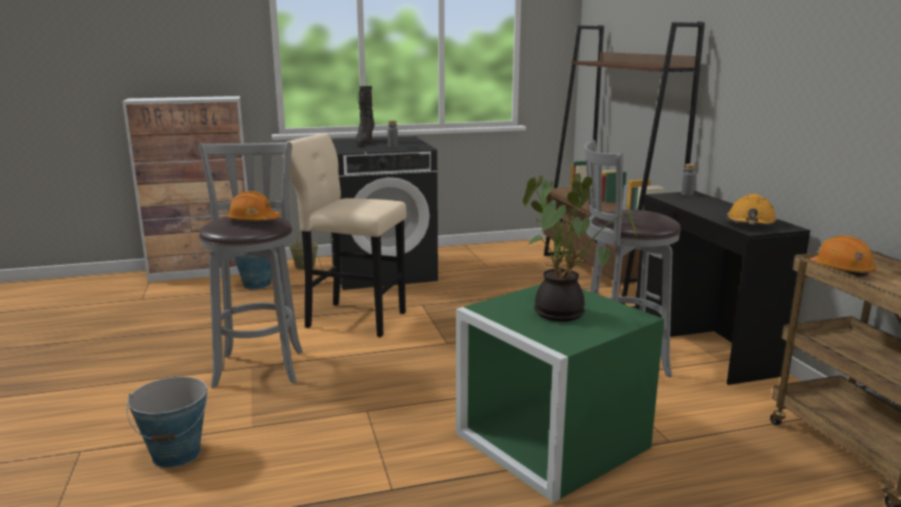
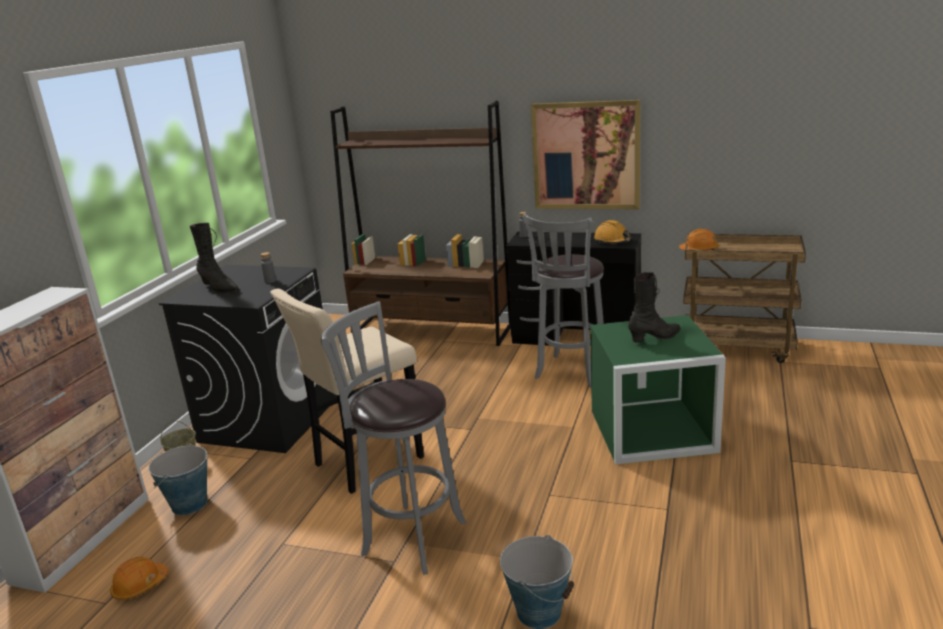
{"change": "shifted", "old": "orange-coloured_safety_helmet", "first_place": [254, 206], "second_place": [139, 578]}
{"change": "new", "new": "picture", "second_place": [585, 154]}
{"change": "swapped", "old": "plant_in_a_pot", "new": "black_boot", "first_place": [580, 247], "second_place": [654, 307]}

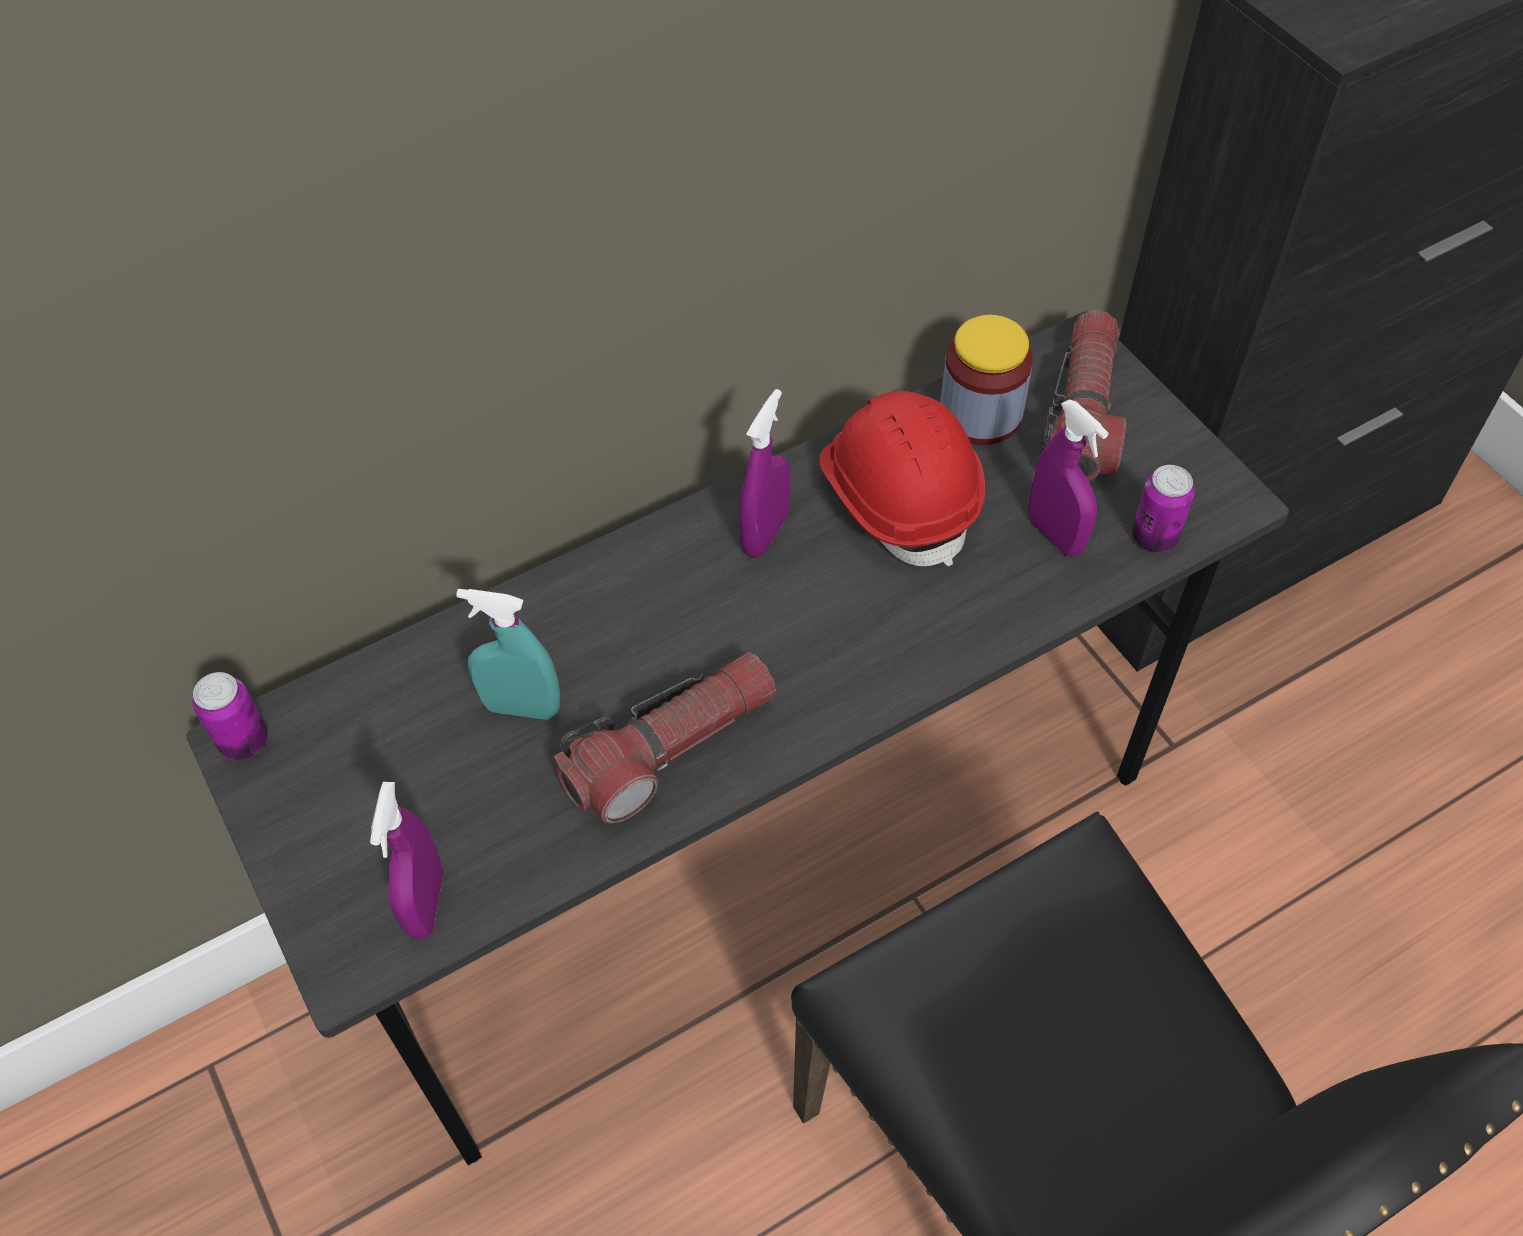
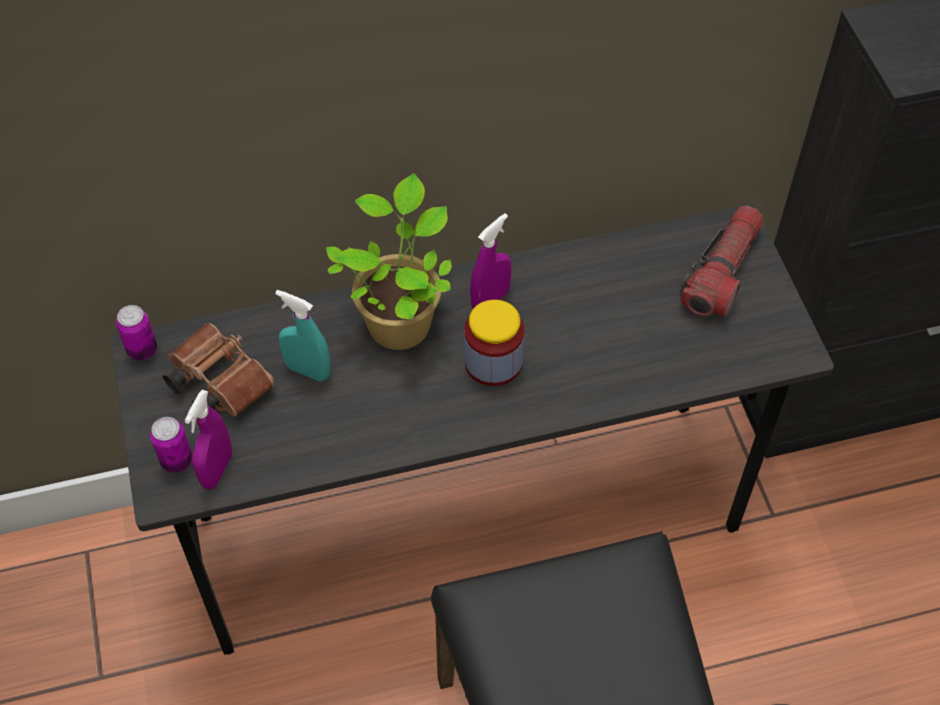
{"change": "shifted", "old": "can", "first_place": [1163, 508], "second_place": [171, 445]}
{"change": "new", "new": "brown-coloured_binoculars", "second_place": [219, 370]}
{"change": "new", "new": "plant_in_a_pot", "second_place": [388, 261]}
{"change": "shifted", "old": "storage_jar", "first_place": [986, 380], "second_place": [494, 343]}
{"change": "gone", "old": "hand_torch", "first_place": [665, 738]}
{"change": "gone", "old": "red_safety_helmet", "first_place": [902, 478]}
{"change": "gone", "old": "purplish_spray_bottle", "first_place": [1068, 477]}

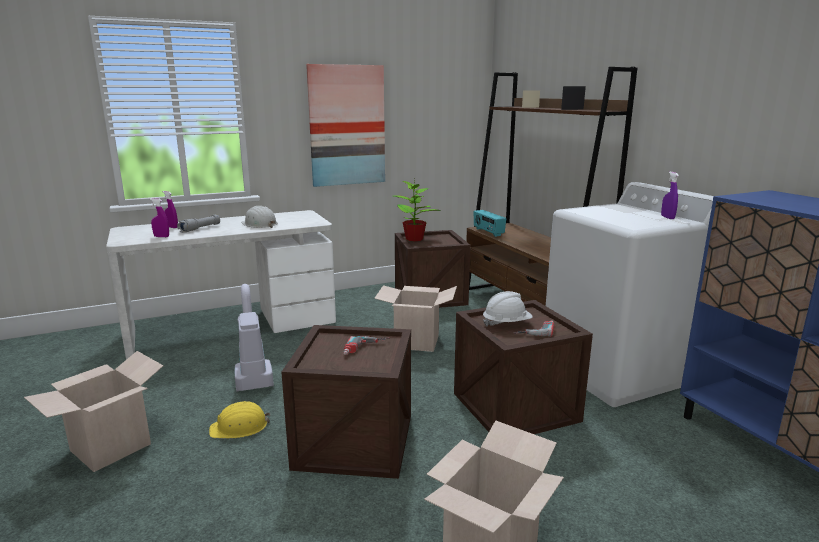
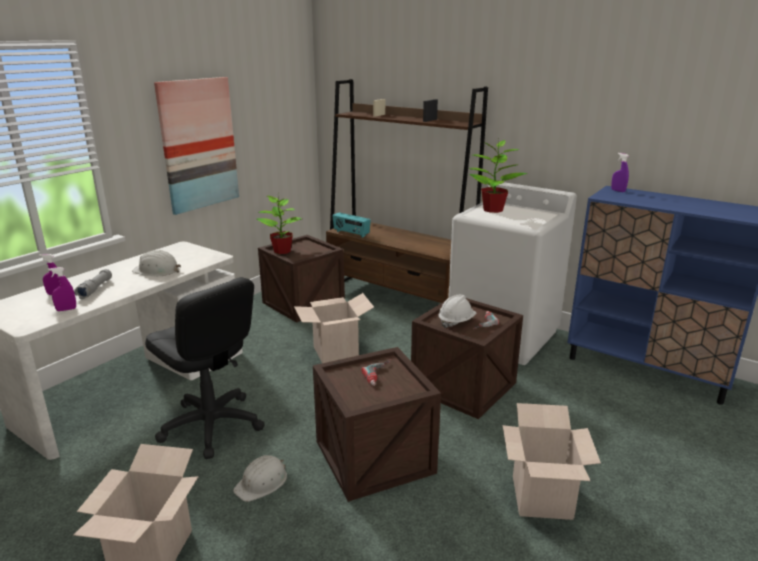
{"change": "swapped", "old": "vacuum_cleaner", "new": "black_desk_chair", "first_place": [254, 338], "second_place": [205, 368]}
{"change": "repainted", "old": "yellowish_safety_helmet", "new": "white-coloured_safety_helmet", "first_place": [239, 420], "second_place": [260, 478]}
{"change": "new", "new": "plant_in_a_pot", "second_place": [498, 175]}
{"change": "shifted", "old": "purplish_spray_bottle", "first_place": [670, 195], "second_place": [620, 172]}

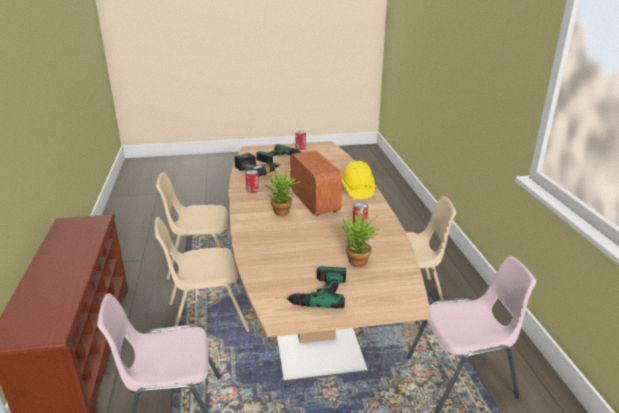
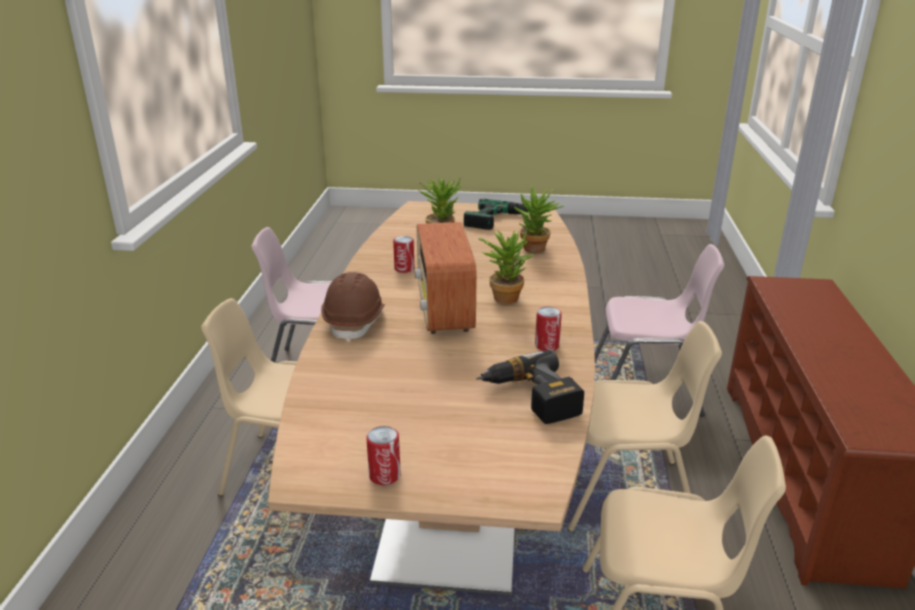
{"change": "repainted", "old": "yellowish_safety_helmet", "new": "brown-coloured_safety_helmet", "first_place": [358, 180], "second_place": [353, 307]}
{"change": "new", "new": "plant_in_a_pot", "second_place": [539, 219]}
{"change": "gone", "old": "drill", "first_place": [278, 154]}

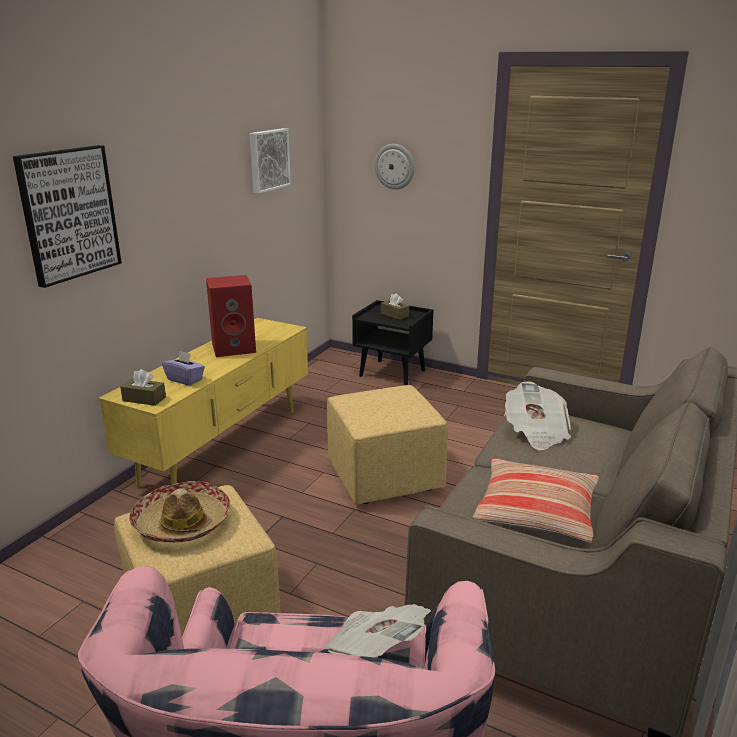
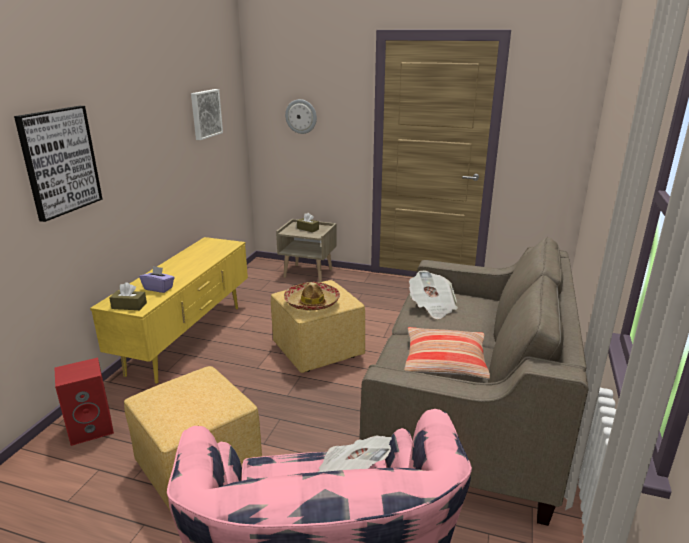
{"change": "shifted", "old": "red_audio_speaker", "first_place": [231, 316], "second_place": [84, 402]}
{"change": "repainted", "old": "black_bedside_table", "new": "beige-coloured_bedside_table", "first_place": [392, 342], "second_place": [306, 250]}
{"change": "shifted", "old": "wearable_hat", "first_place": [179, 511], "second_place": [312, 296]}

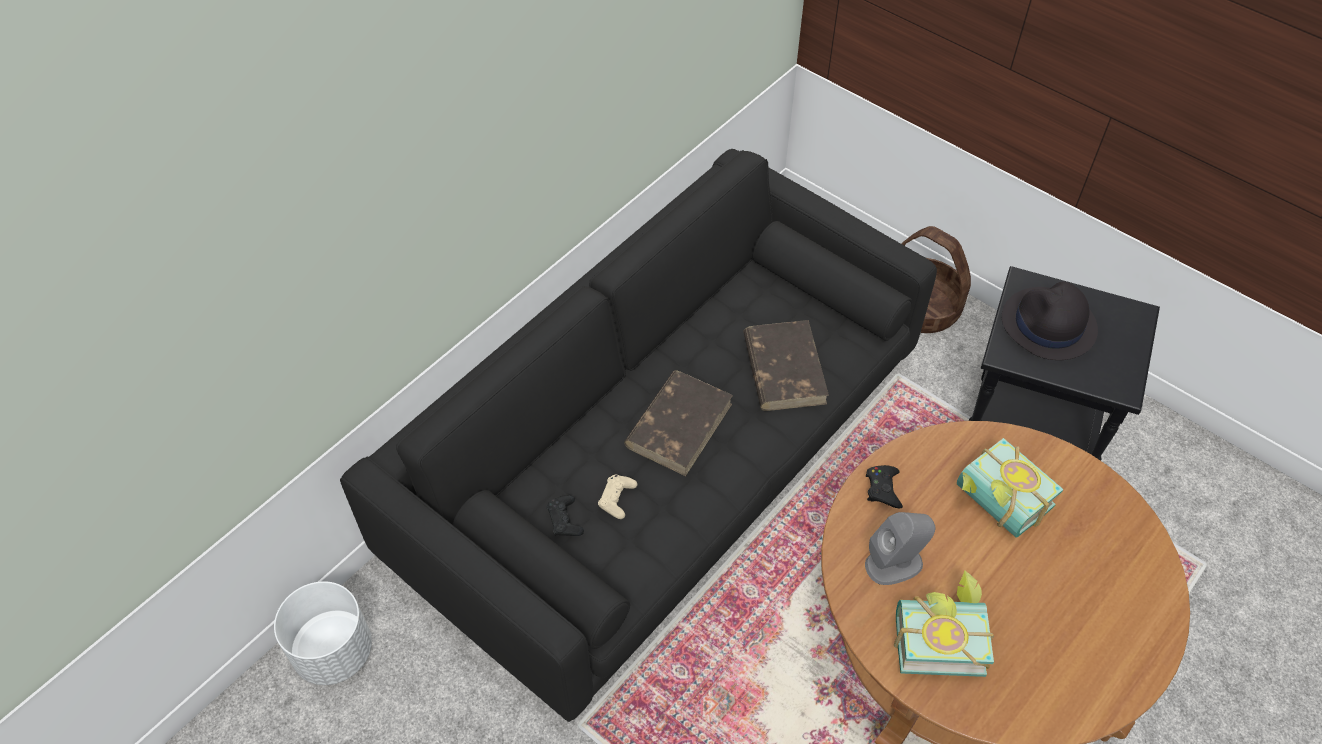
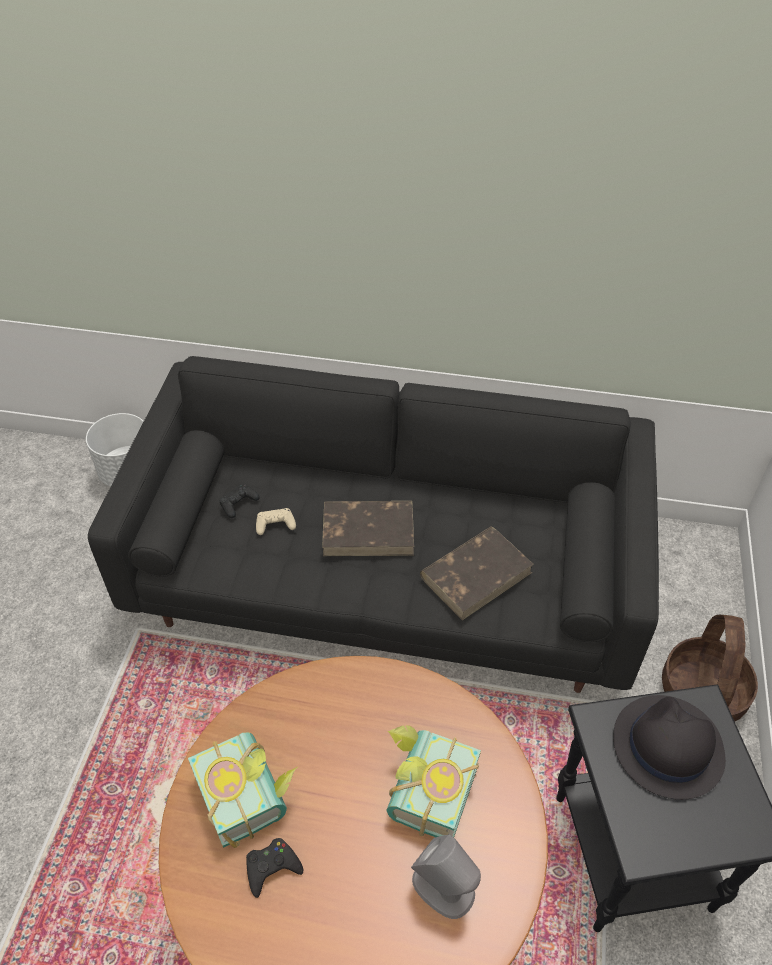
{"change": "shifted", "old": "black_game_controller", "first_place": [884, 487], "second_place": [274, 868]}
{"change": "shifted", "old": "greyish_audio_speaker", "first_place": [900, 548], "second_place": [446, 876]}

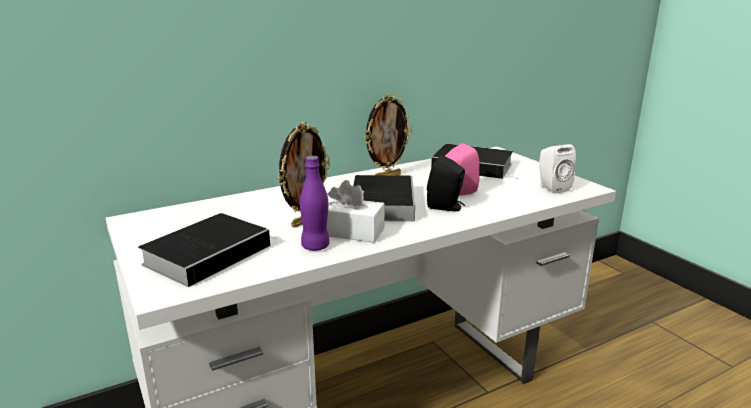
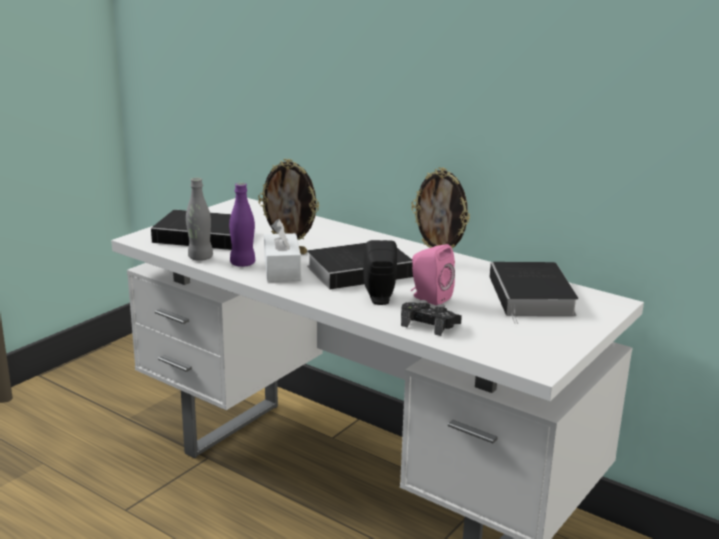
{"change": "new", "new": "greyish_beverage_bottle", "second_place": [199, 219]}
{"change": "new", "new": "black_game_controller", "second_place": [431, 318]}
{"change": "gone", "old": "white-coloured_audio_speaker", "first_place": [557, 169]}

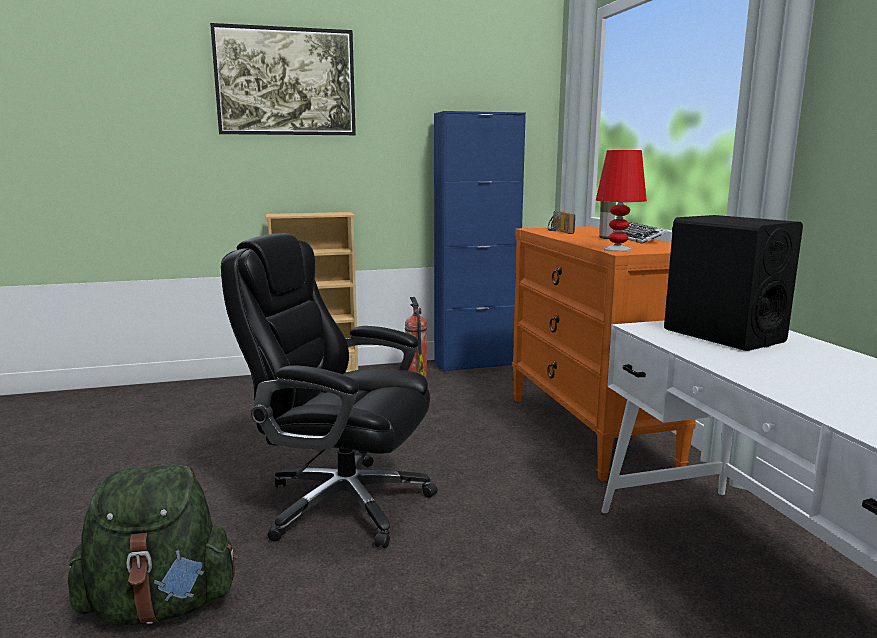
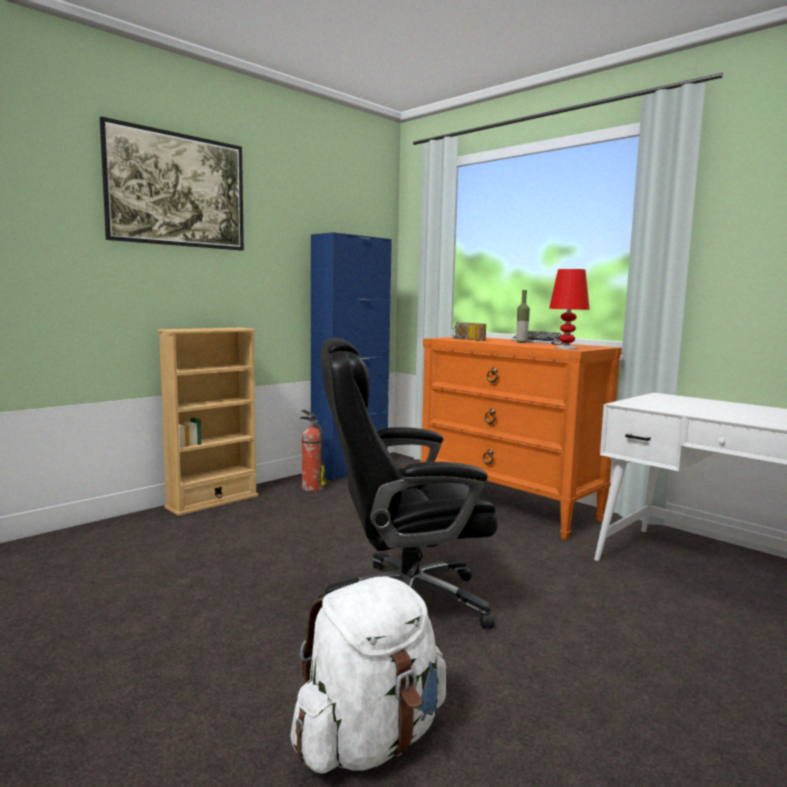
{"change": "repainted", "old": "green-coloured_backpack", "new": "white-coloured_backpack", "first_place": [153, 545], "second_place": [368, 675]}
{"change": "gone", "old": "black_audio_speaker", "first_place": [733, 283]}

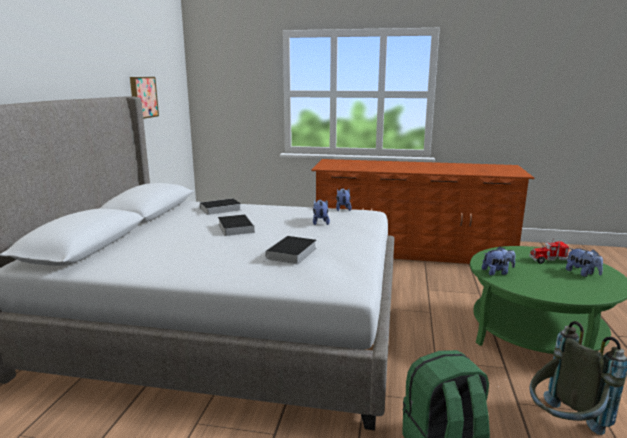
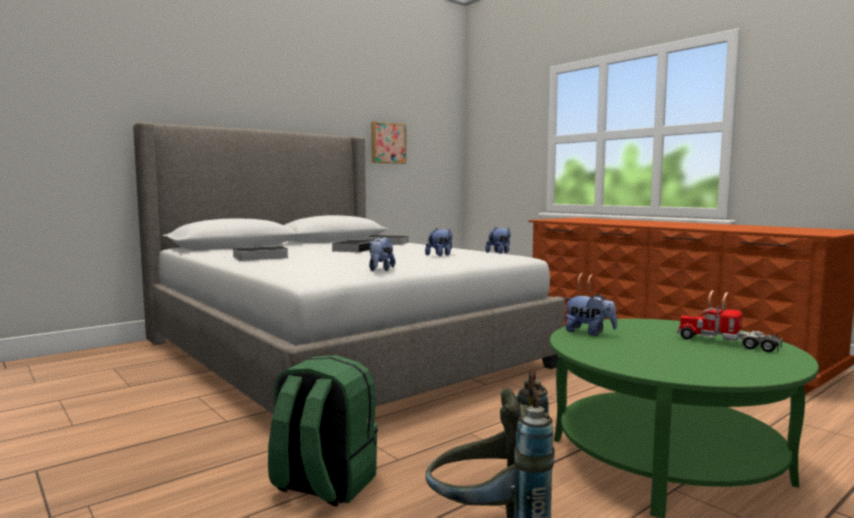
{"change": "shifted", "old": "volume", "first_place": [290, 250], "second_place": [256, 253]}
{"change": "shifted", "old": "plush_toy", "first_place": [584, 262], "second_place": [382, 254]}

